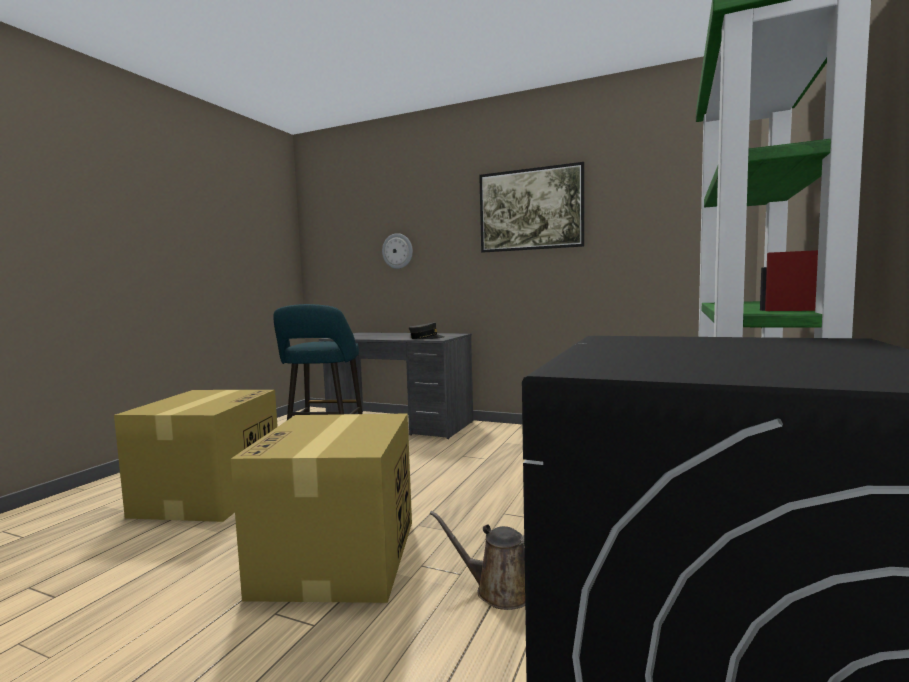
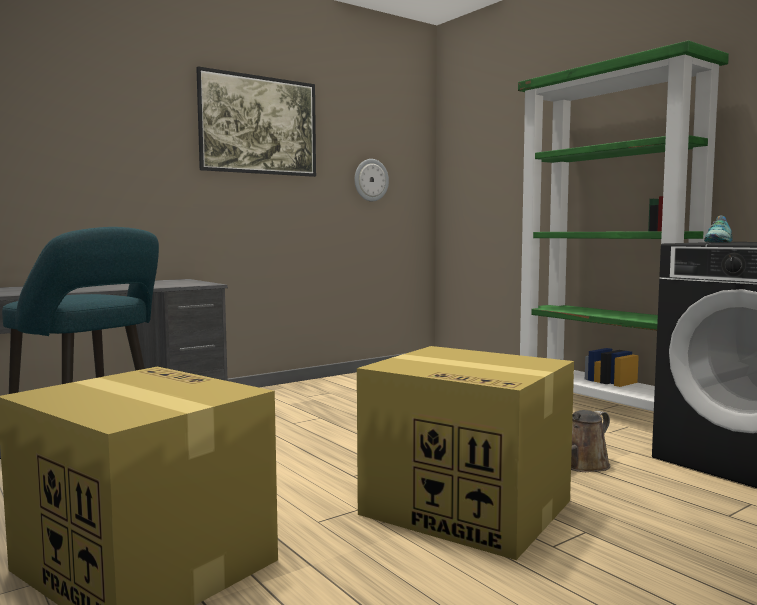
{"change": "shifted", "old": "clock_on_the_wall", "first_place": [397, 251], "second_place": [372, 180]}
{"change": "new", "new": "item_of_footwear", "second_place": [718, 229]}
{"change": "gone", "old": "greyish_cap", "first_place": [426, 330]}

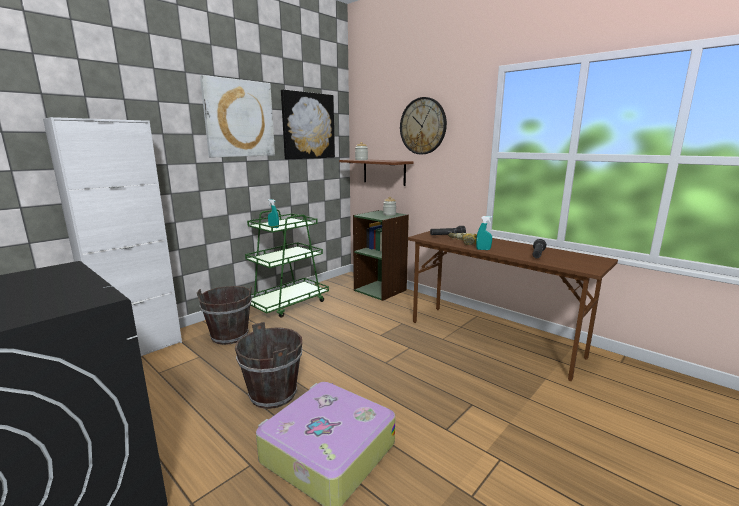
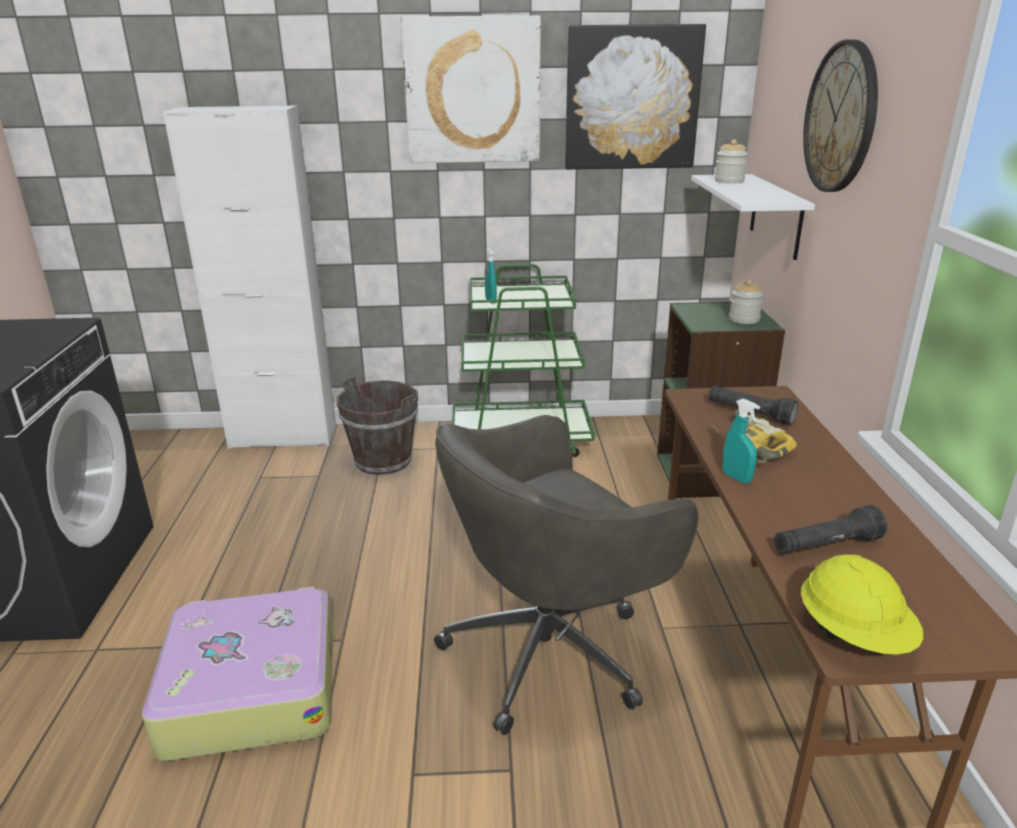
{"change": "new", "new": "greyish_desk_chair", "second_place": [566, 575]}
{"change": "repainted", "old": "brown-coloured_bracket_shelf", "new": "white-coloured_bracket_shelf", "first_place": [376, 172], "second_place": [753, 217]}
{"change": "new", "new": "yellowish_safety_helmet", "second_place": [862, 605]}
{"change": "gone", "old": "brown-coloured_pail", "first_place": [268, 365]}

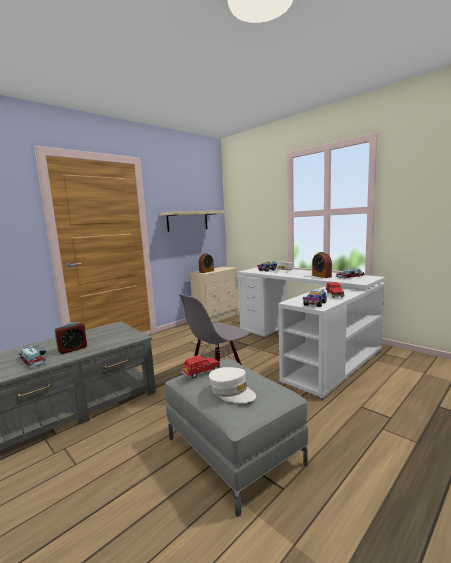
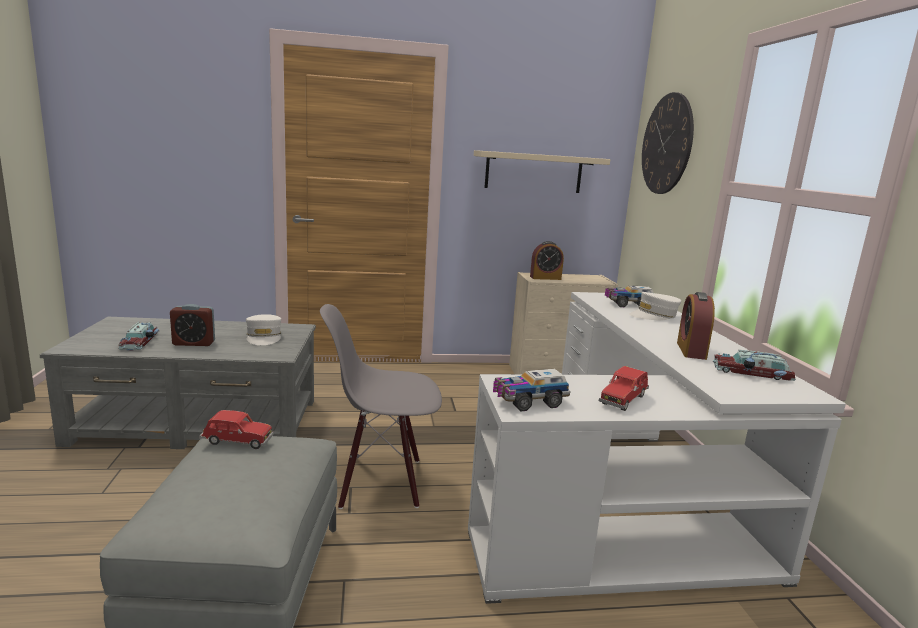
{"change": "shifted", "old": "white-coloured_cap", "first_place": [232, 385], "second_place": [263, 329]}
{"change": "new", "new": "clock_on_the_wall", "second_place": [668, 143]}

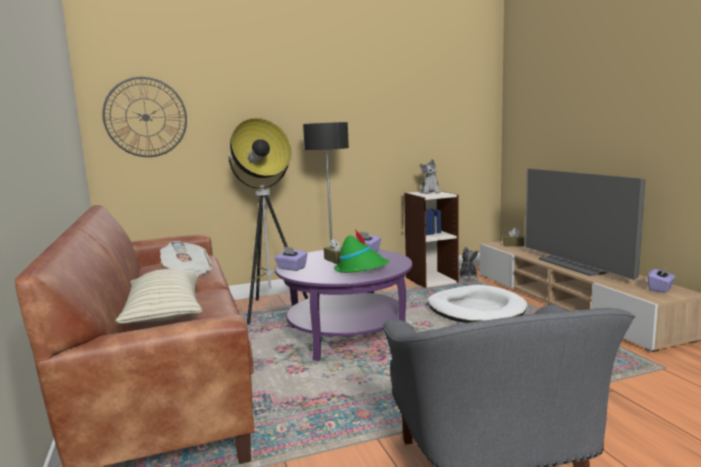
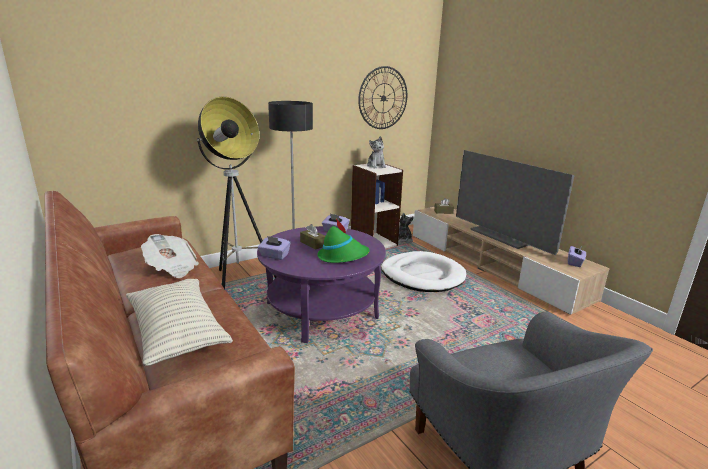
{"change": "shifted", "old": "clock_on_the_wall", "first_place": [144, 117], "second_place": [382, 97]}

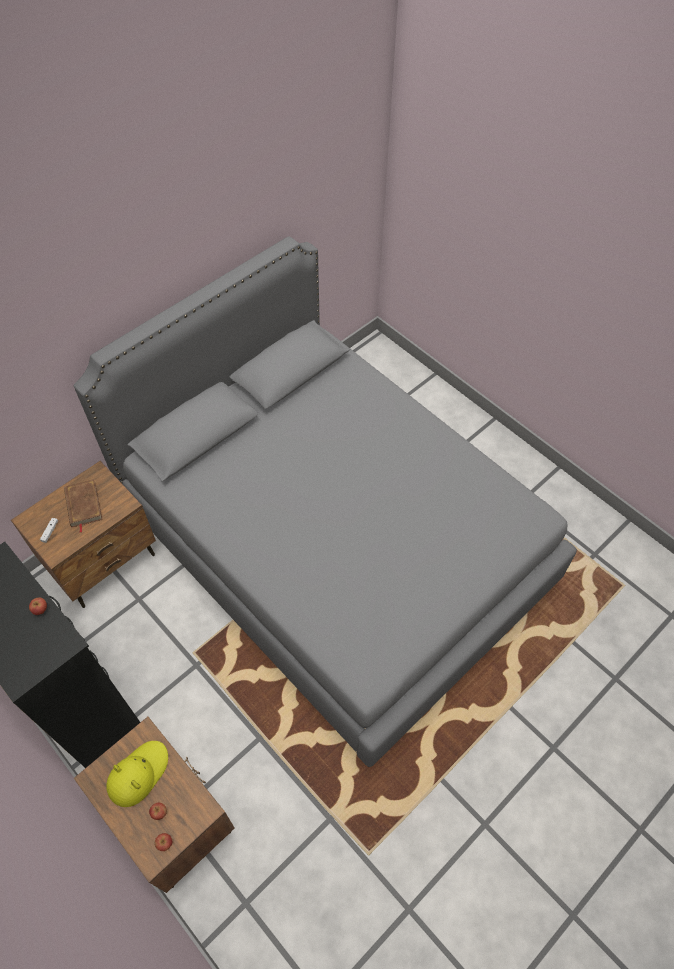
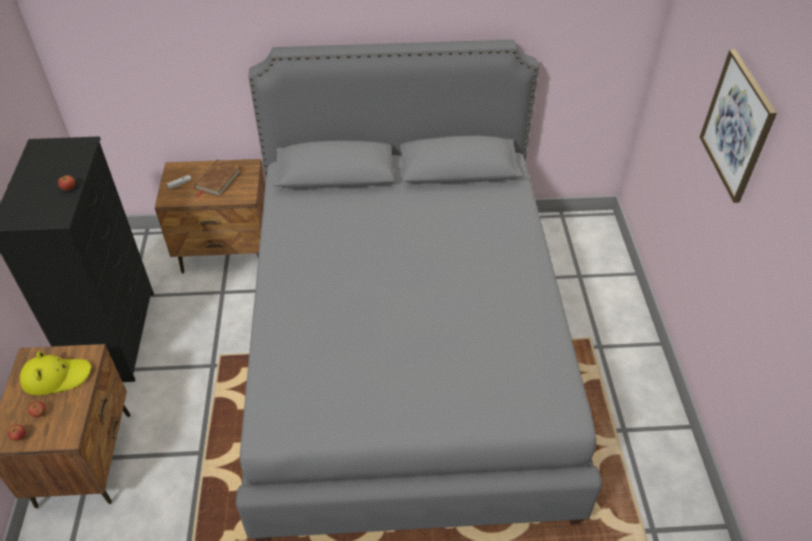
{"change": "new", "new": "picture", "second_place": [738, 126]}

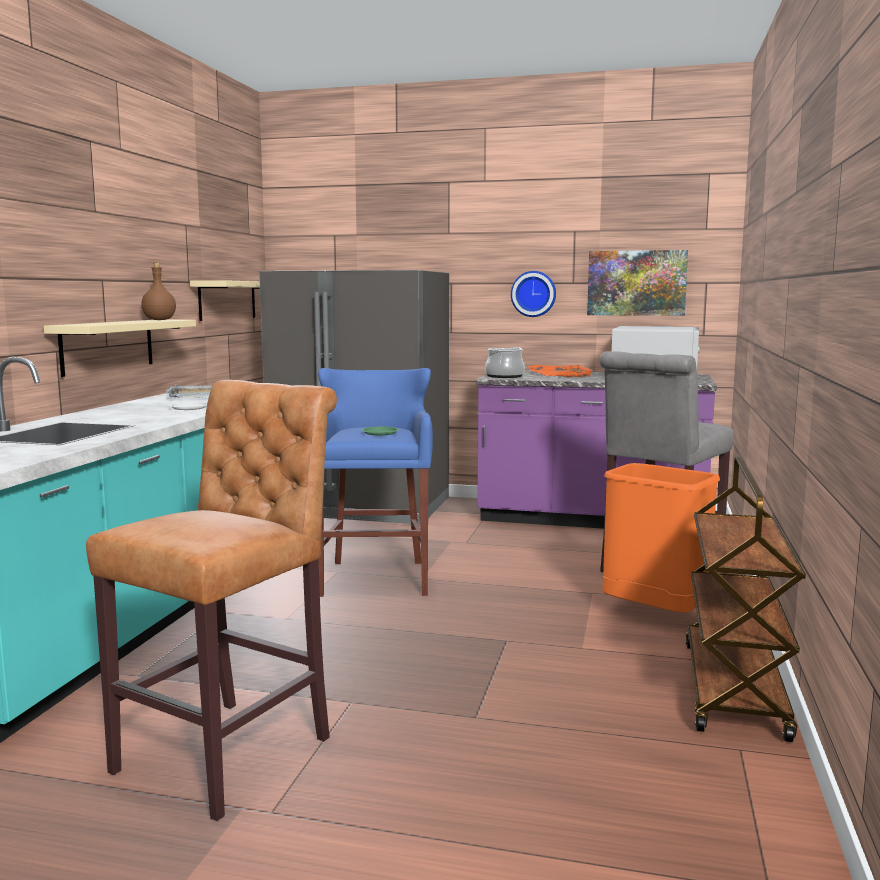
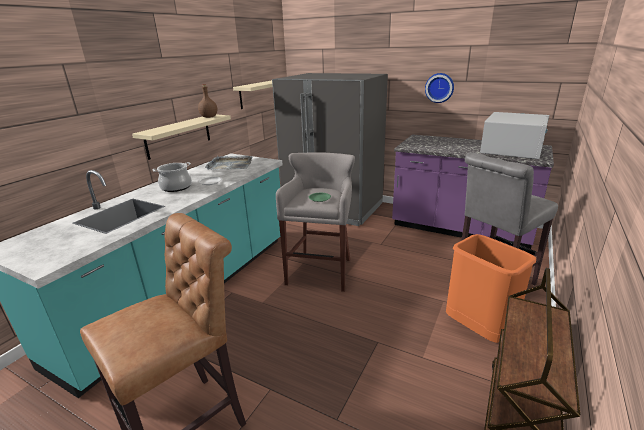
{"change": "shifted", "old": "cooking_pot", "first_place": [505, 362], "second_place": [172, 177]}
{"change": "repainted", "old": "blue-coloured_stool_seat", "new": "greyish_stool_seat", "first_place": [375, 482], "second_place": [315, 222]}
{"change": "gone", "old": "orange-coloured_carrying_tray", "first_place": [561, 370]}
{"change": "gone", "old": "picture", "first_place": [637, 283]}

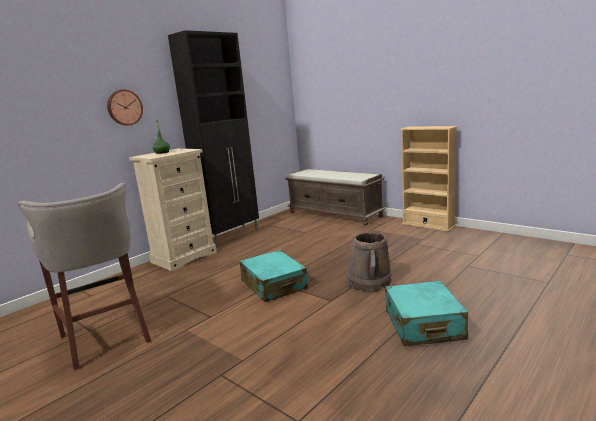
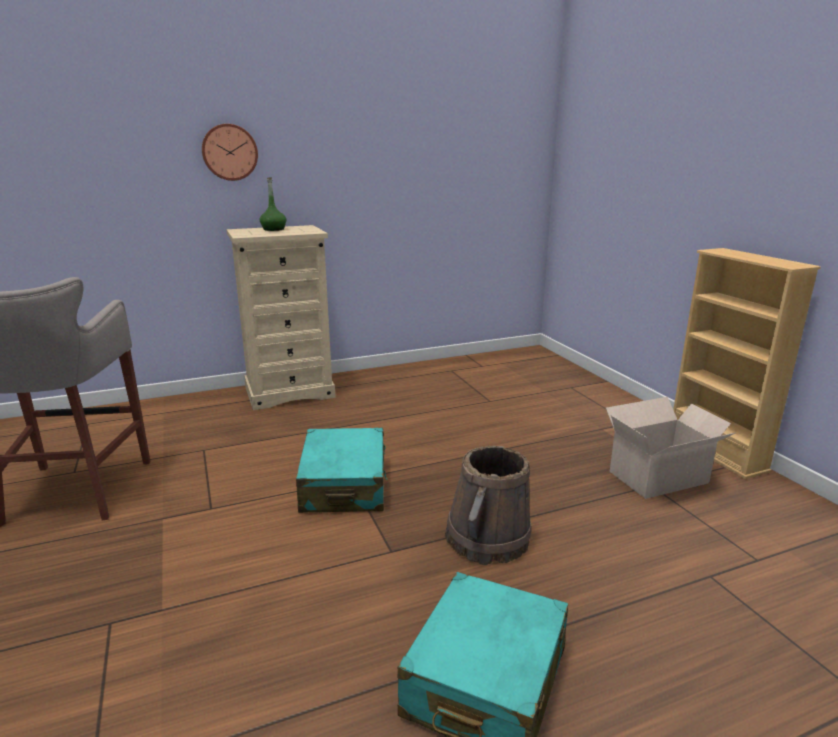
{"change": "new", "new": "cardboard_box", "second_place": [670, 448]}
{"change": "gone", "old": "black_cabinet", "first_place": [213, 138]}
{"change": "gone", "old": "brown-coloured_long_seat", "first_place": [335, 197]}

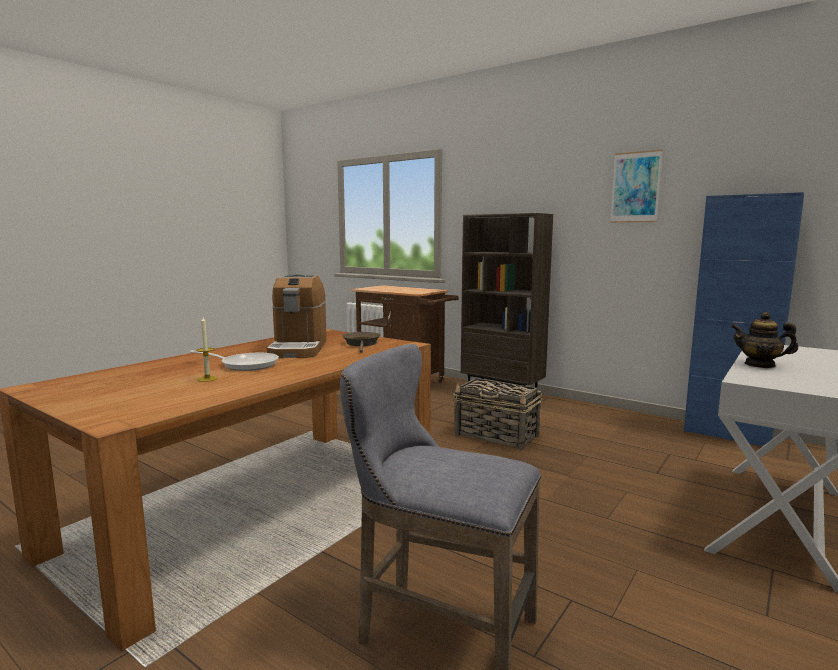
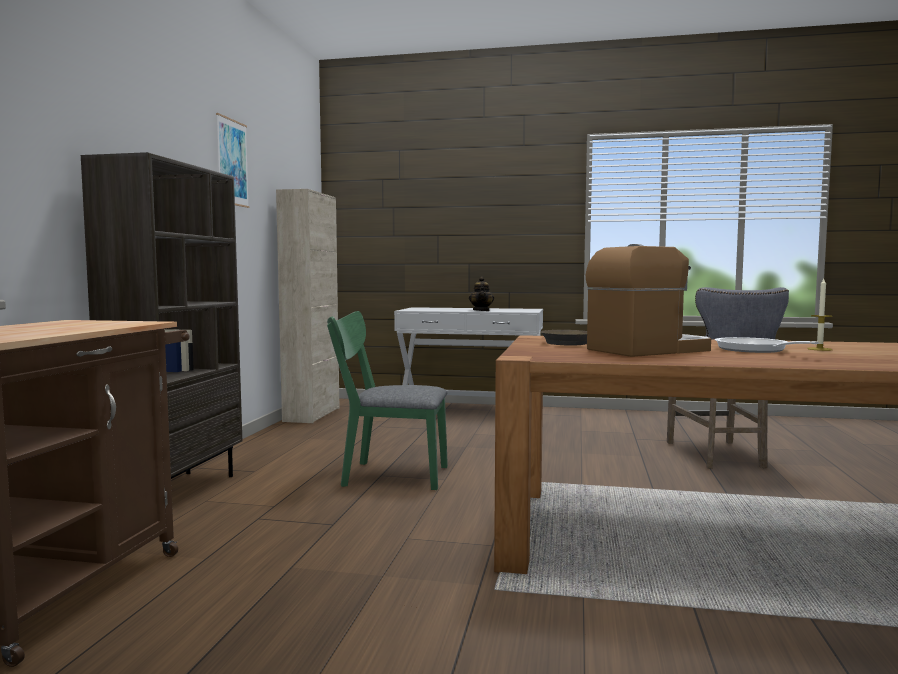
{"change": "repainted", "old": "blue-coloured_cabinet", "new": "beige-coloured_cabinet", "first_place": [744, 319], "second_place": [307, 306]}
{"change": "swapped", "old": "basket", "new": "green-coloured_upright_chair", "first_place": [497, 414], "second_place": [387, 400]}

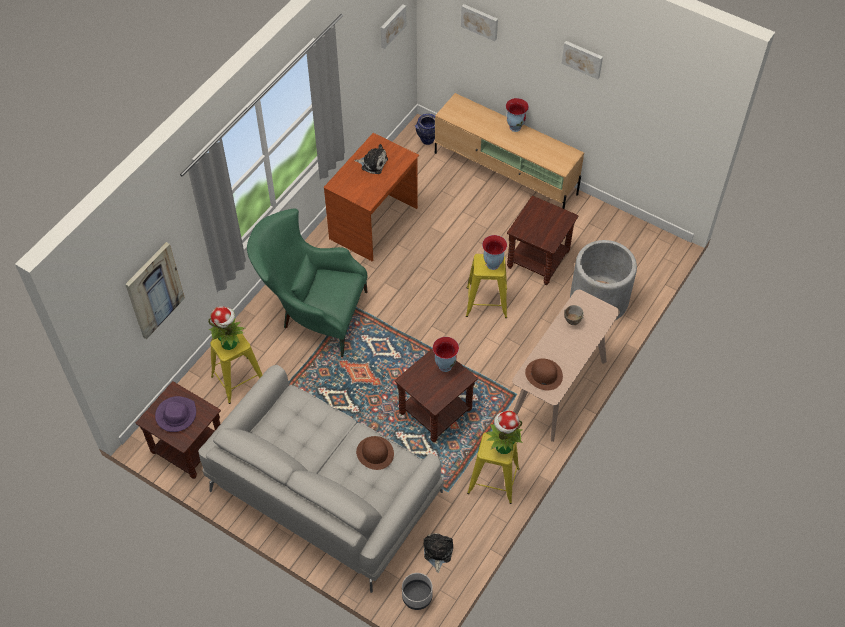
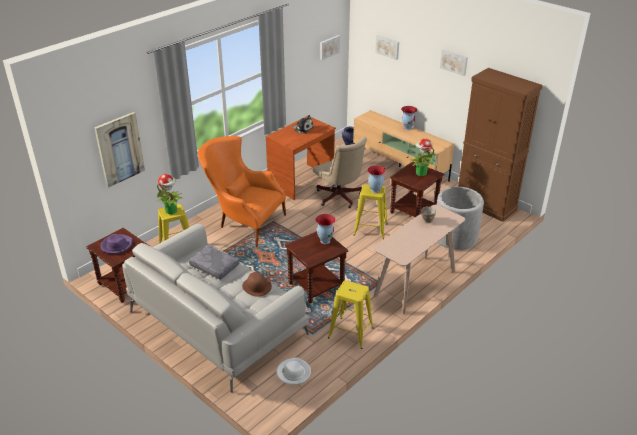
{"change": "new", "new": "greyish_pillow", "second_place": [214, 263]}
{"change": "repainted", "old": "green-coloured_easy_chair", "new": "orange-coloured_easy_chair", "first_place": [307, 283], "second_place": [242, 191]}
{"change": "swapped", "old": "plush_toy", "new": "white-coloured_wearable_hat", "first_place": [438, 553], "second_place": [294, 371]}
{"change": "new", "new": "beige-coloured_desk_chair", "second_place": [340, 172]}
{"change": "shifted", "old": "plant_in_a_pot", "first_place": [504, 432], "second_place": [422, 157]}
{"change": "new", "new": "brown-coloured_cabinet", "second_place": [500, 145]}
{"change": "gone", "old": "greyish_flower_pot", "first_place": [417, 591]}
{"change": "gone", "old": "brown-coloured_wearable_hat", "first_place": [544, 374]}

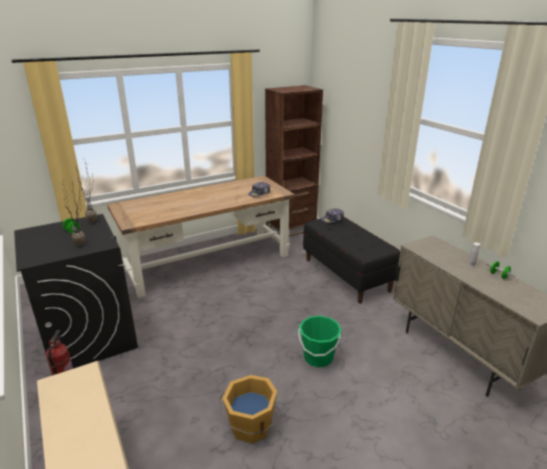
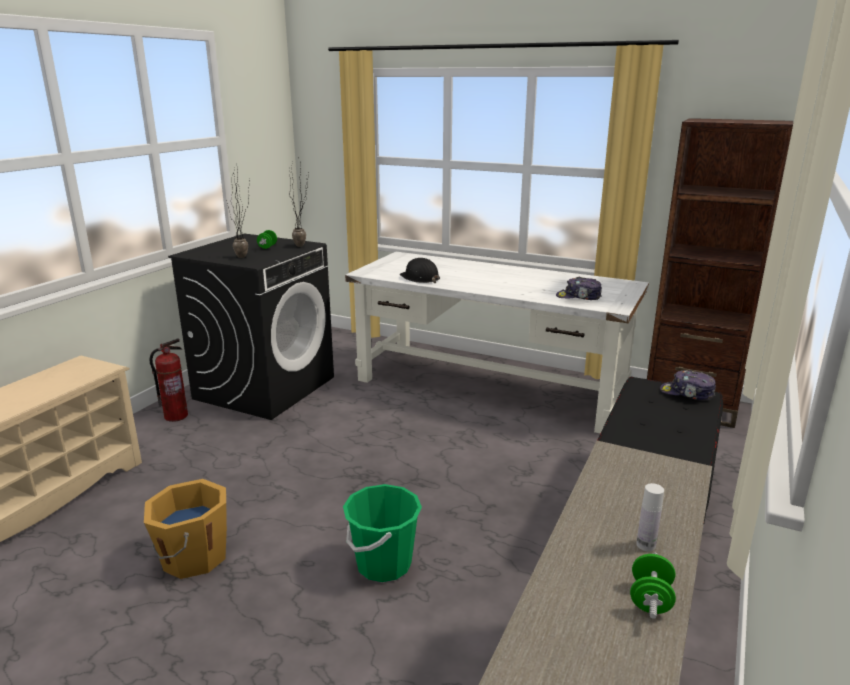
{"change": "repainted", "old": "brown-coloured_desk_table", "new": "white-coloured_desk_table", "first_place": [200, 237], "second_place": [497, 342]}
{"change": "new", "new": "black_safety_helmet", "second_place": [420, 270]}

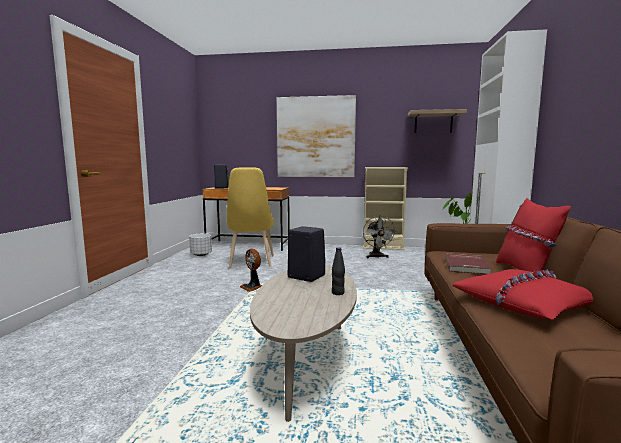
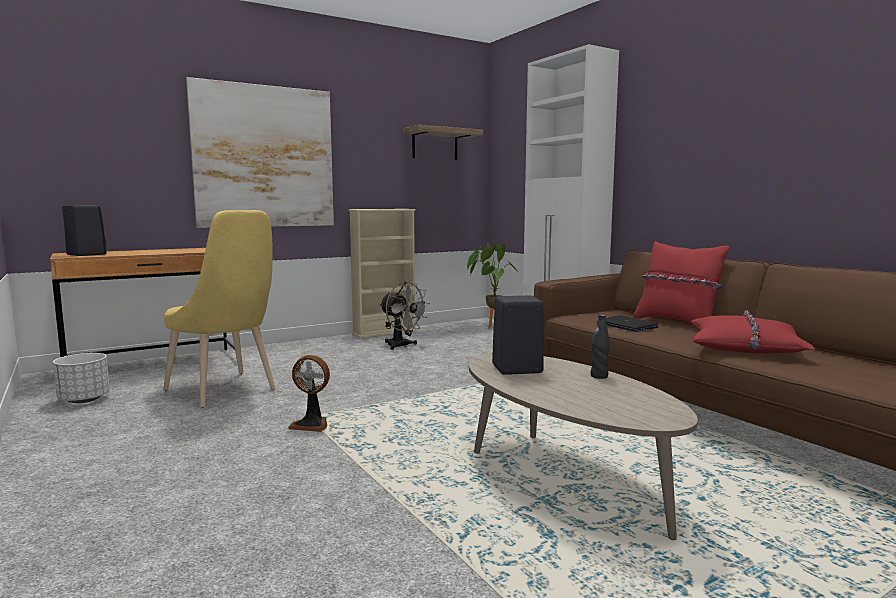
{"change": "swapped", "old": "red_volume", "new": "notebook_computer", "first_place": [468, 264], "second_place": [628, 323]}

